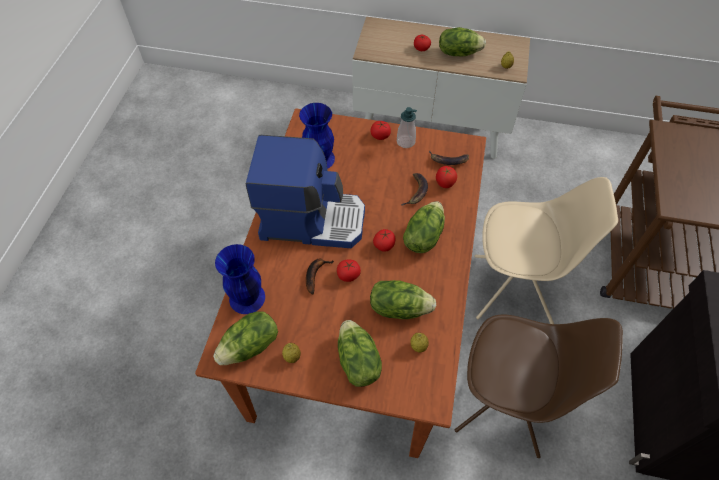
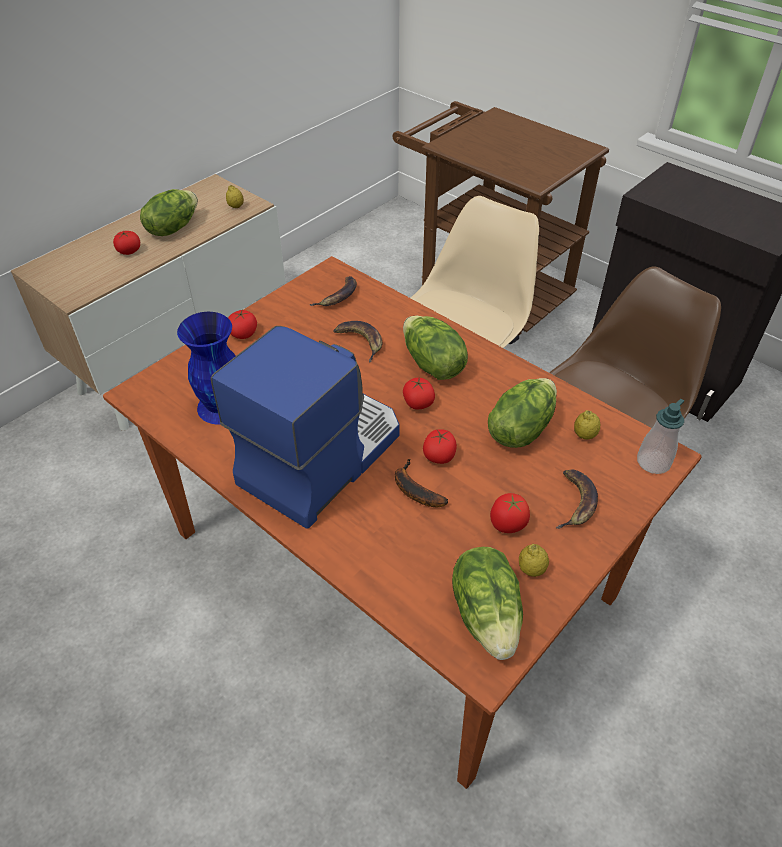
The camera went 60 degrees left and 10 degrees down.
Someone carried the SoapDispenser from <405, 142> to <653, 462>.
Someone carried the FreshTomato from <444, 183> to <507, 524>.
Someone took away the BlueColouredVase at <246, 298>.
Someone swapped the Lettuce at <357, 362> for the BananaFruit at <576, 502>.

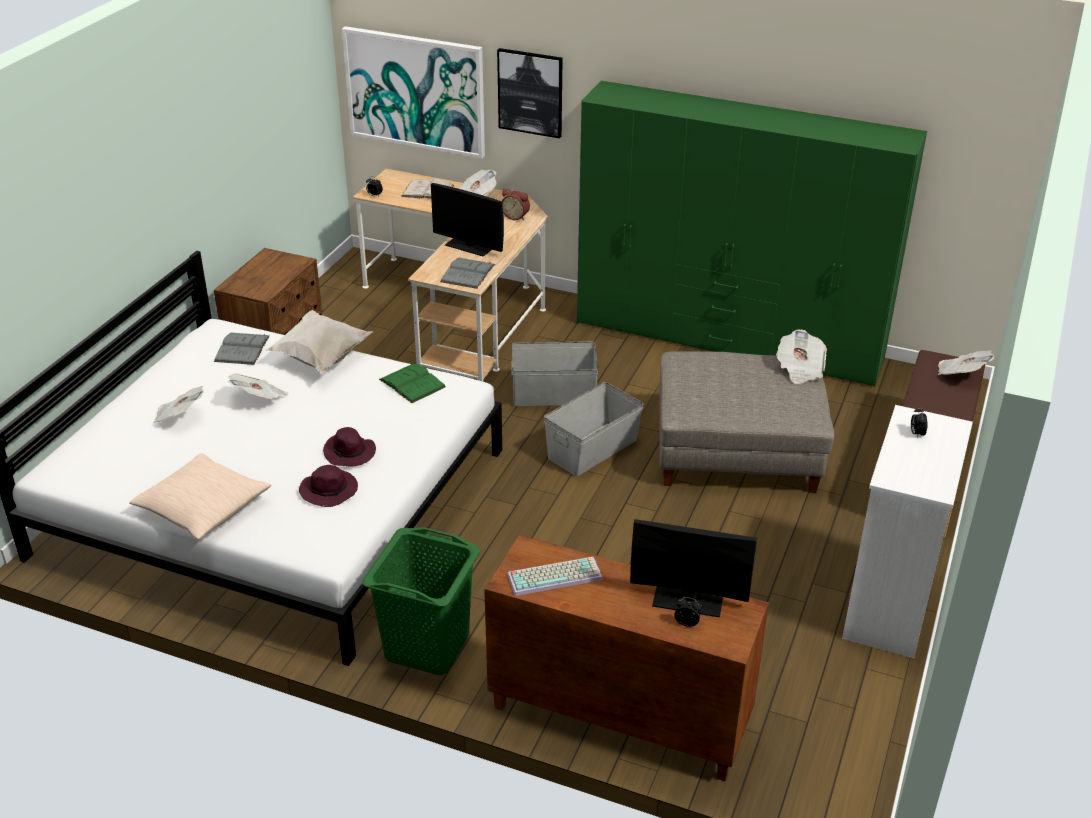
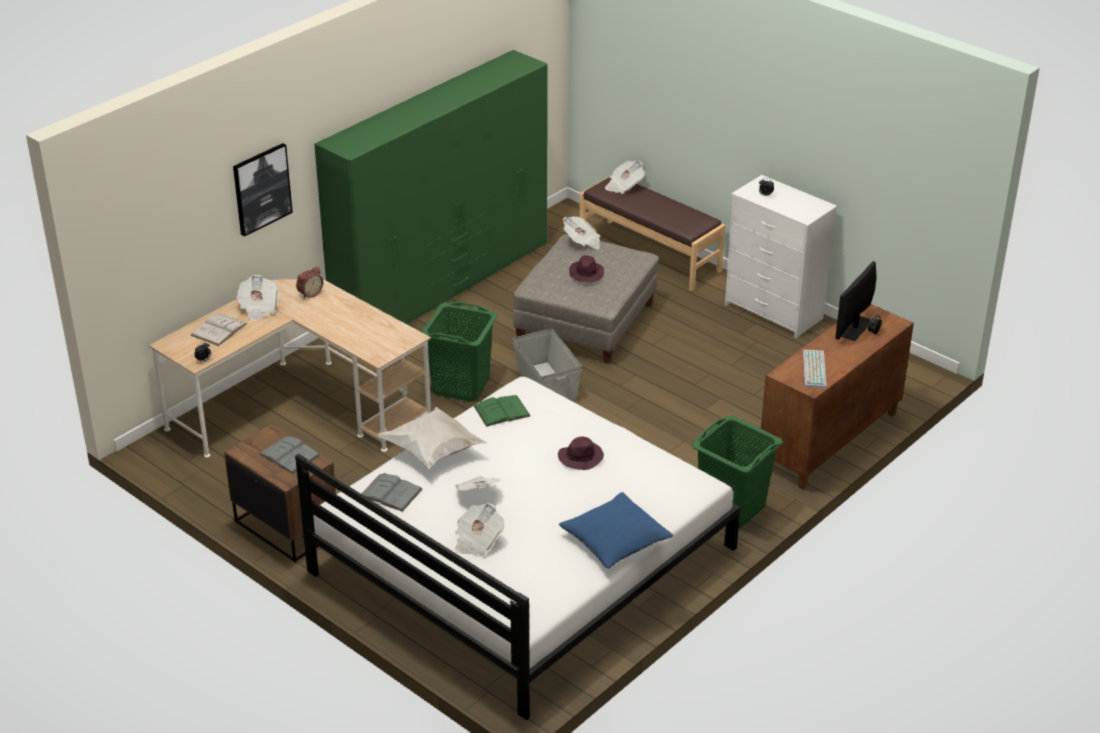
The camera went 70 degrees left and 0 degrees up.
Someone took away the WallArt at <415, 91>.
Someone took away the ComputerDisplay at <469, 246>.
Someone carried the GrayVolume from <467, 273> to <289, 455>.
Someone swapped the GrayStorageBin at <553, 394> for the GreenColouredWashingBasket at <460, 386>.
Someone repainted the SandColouredCushion at <203, 507>, which became the BlueColouredCushion at <615, 540>.
Someone carried the PurplishHat from <330, 490> to <586, 274>.

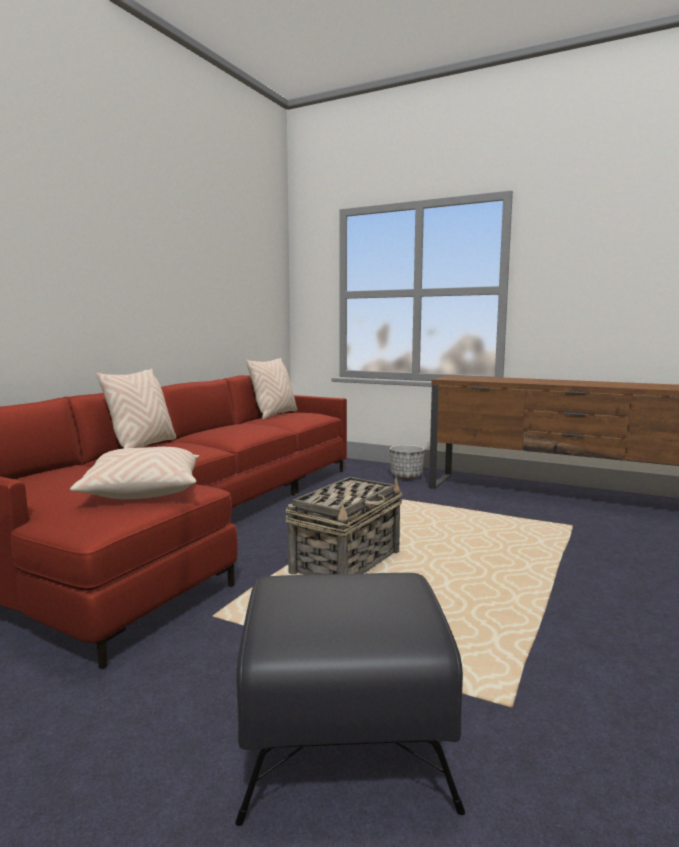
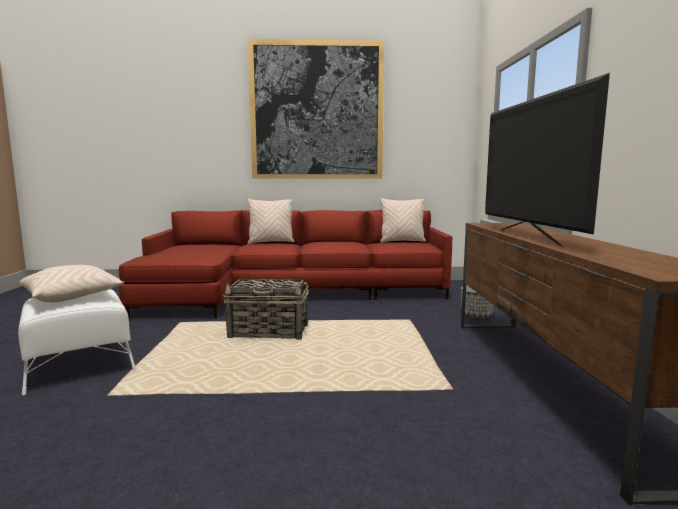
The camera went 60 degrees right and 0 degrees up.
Someone carried the SandColouredCushion from <143, 491> to <73, 297>.
Someone repainted the BlackishOttoman at <342, 736>, which became the WhiteColouredOttoman at <80, 364>.
Someone put up the WallArt at <317, 112>.
Someone put down the Tv at <528, 237>.

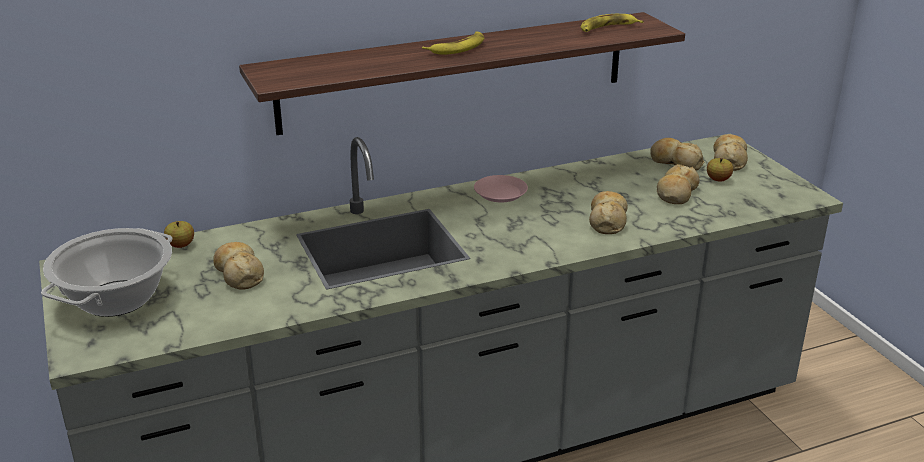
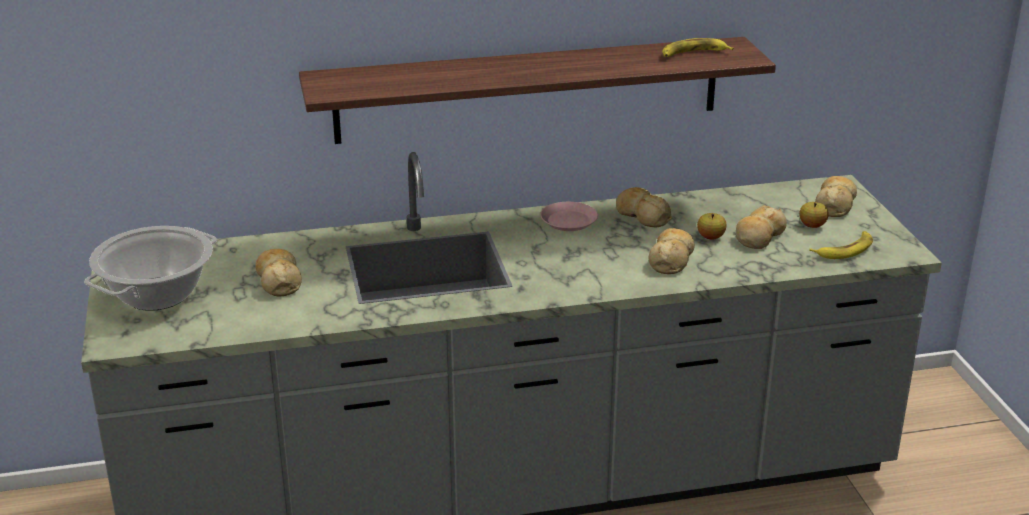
The camera went 10 degrees right and 0 degrees up.
Someone carried the BananaFruit from <458, 48> to <845, 250>.
Someone carried the BakedBread from <675, 162> to <642, 215>.
Someone carried the WholeApple from <181, 245> to <710, 237>.

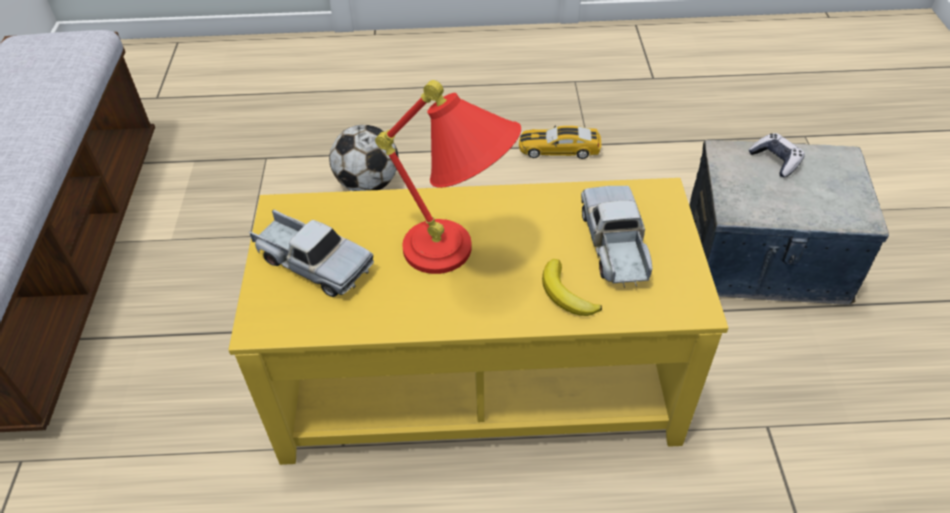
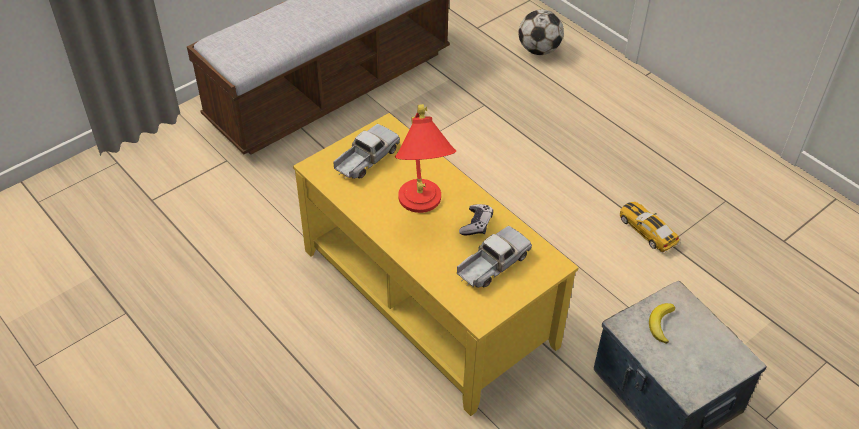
The camera went 50 degrees right and 0 degrees up.
Someone carried the BallForFootball from <368, 184> to <539, 50>.
Someone carried the GameController from <775, 160> to <476, 224>.
Someone rotated the ToyTruck at <313, 262> by 135 degrees counterclockwise.
Someone carried the BananaFruit from <566, 294> to <660, 324>.

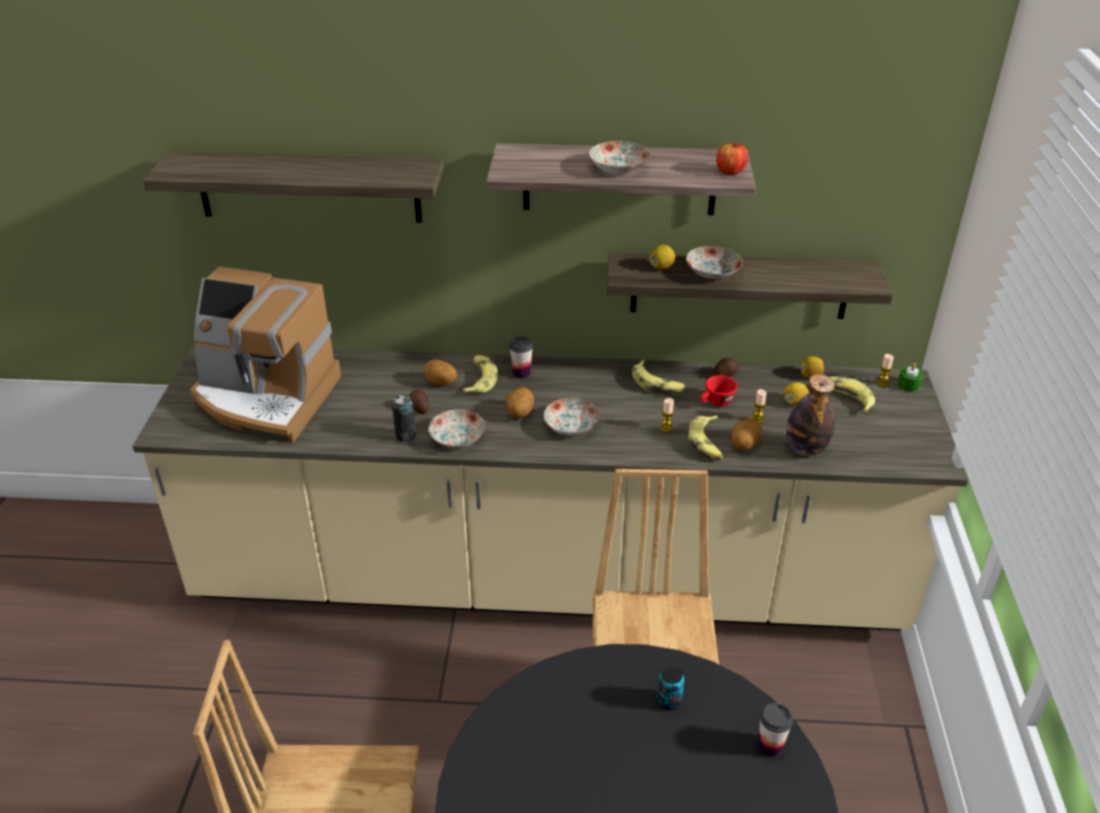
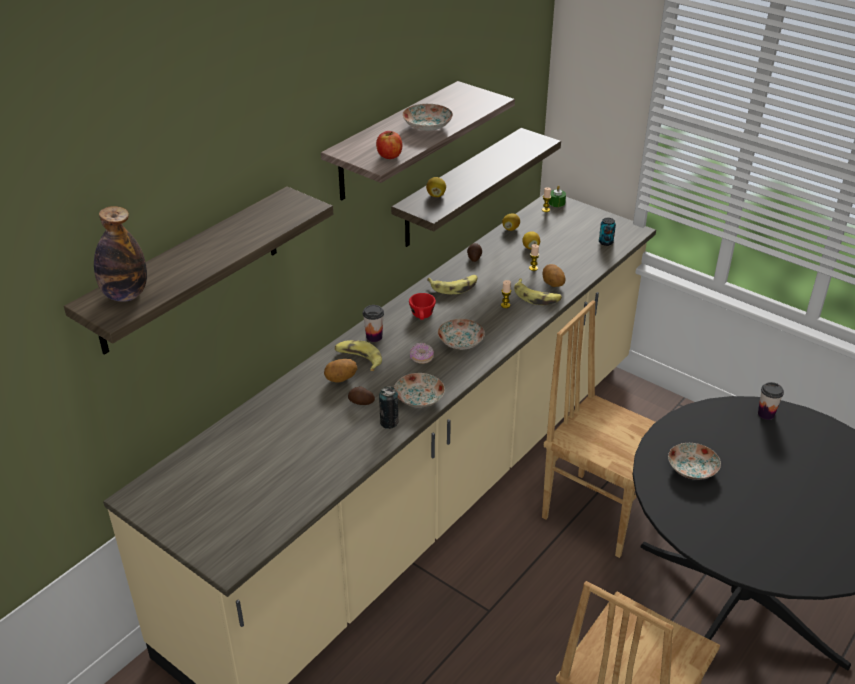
The camera went 55 degrees left and 0 degrees up.
Someone carried the WholeApple from <730, 171> to <389, 156>.
Someone carried the DinnerPlate from <712, 272> to <691, 469>.
Someone took away the CoffeeBrewer at <266, 398>.
Someone carried the DrinkBottle from <805, 448> to <125, 295>.
Someone carried the ReddishDrinkingCup from <716, 402> to <422, 316>.
Someone took away the BananaFruit at <845, 398>.
Someone swapped the WholePotato at <520, 413> for the Doughnut at <421, 358>.
Someone carried the Can from <669, 701> to <605, 242>.

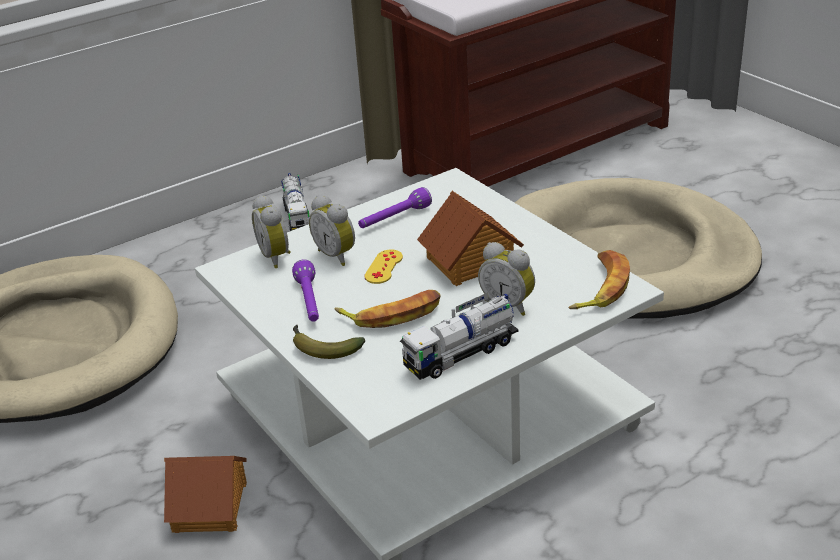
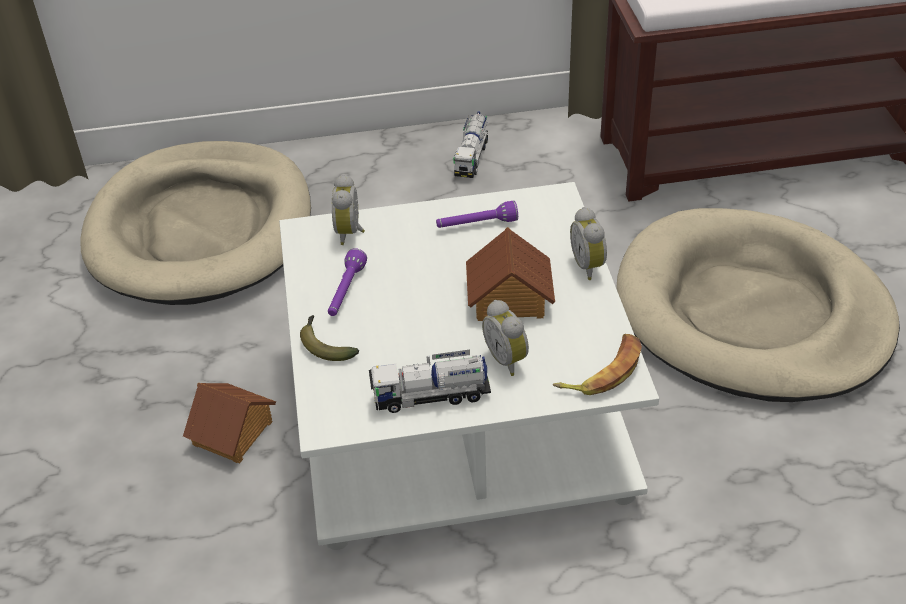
The camera went 25 degrees right and 10 degrees up.
Someone carried the AlarmClock from <337, 255> to <589, 266>.
Someone took away the YellowGameController at <384, 267>.
Someone took away the BananaFruit at <392, 314>.

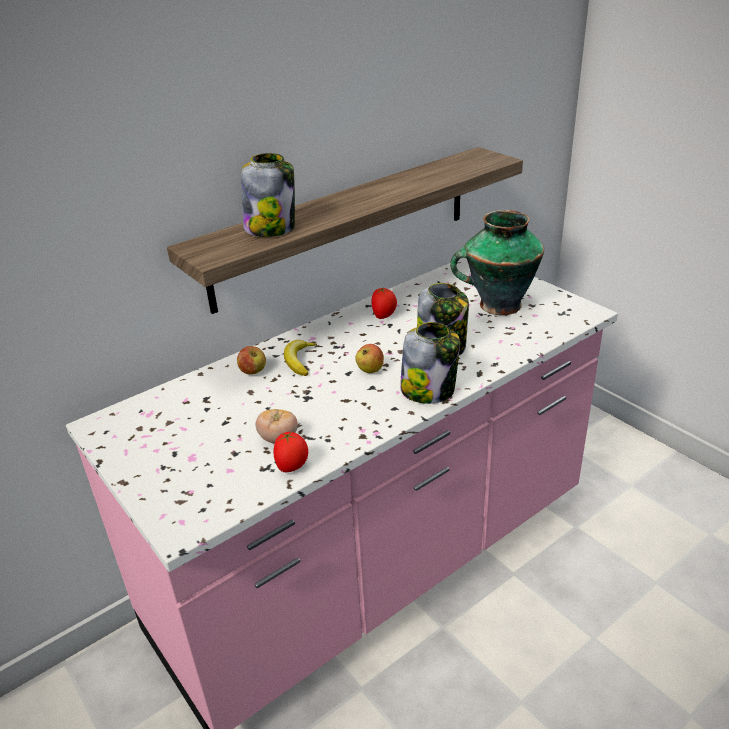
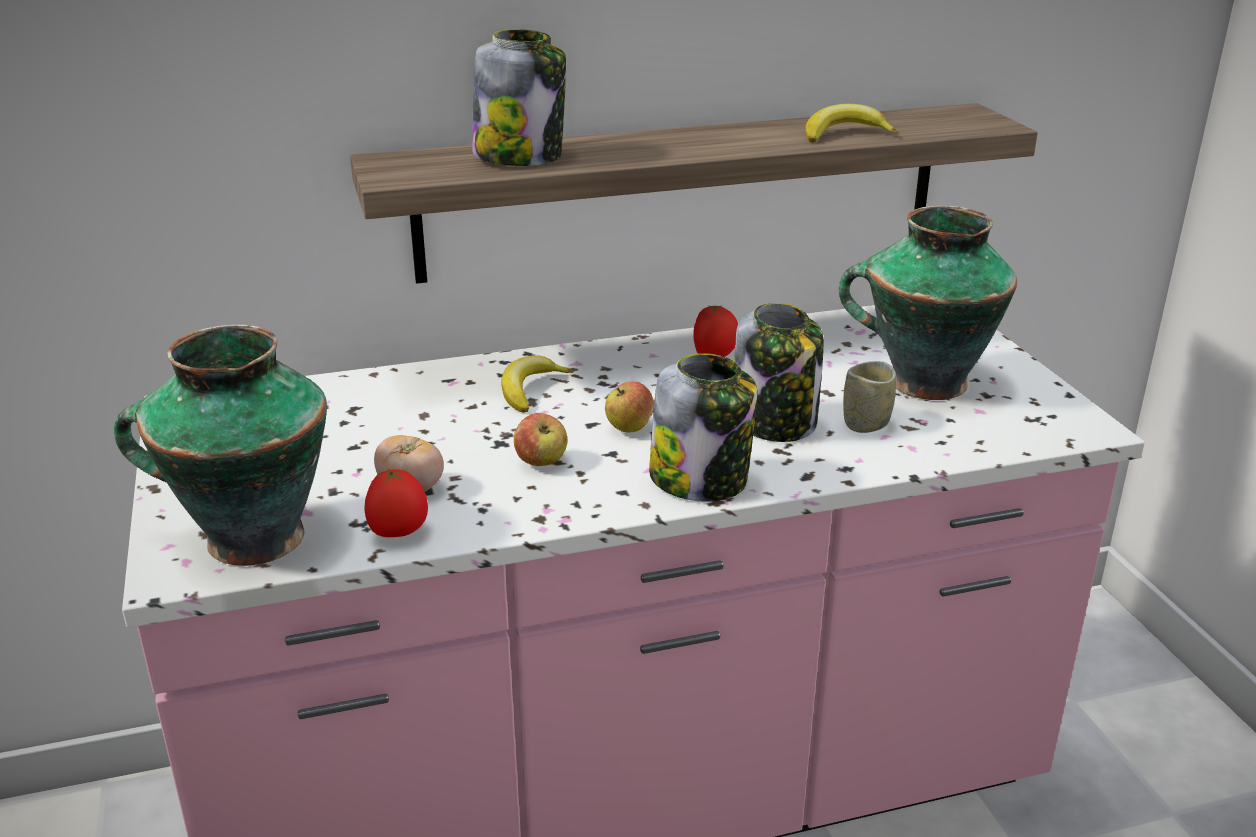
The camera went 20 degrees right and 5 degrees down.
Someone carried the WholeApple from <253, 371> to <541, 462>.
Someone put down the BananaFruit at <844, 134>.
Someone put down the Vase at <250, 539>.
Someone put down the DrinkingCup at <866, 424>.

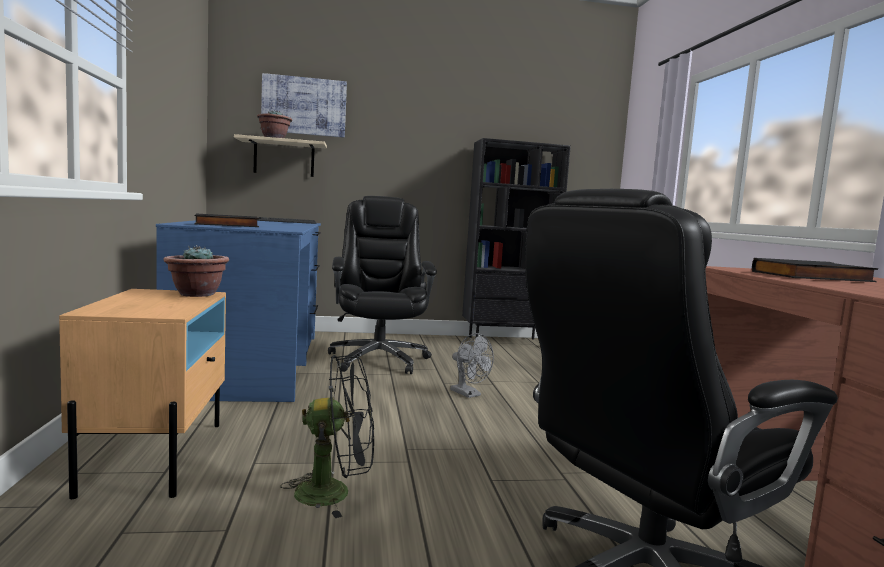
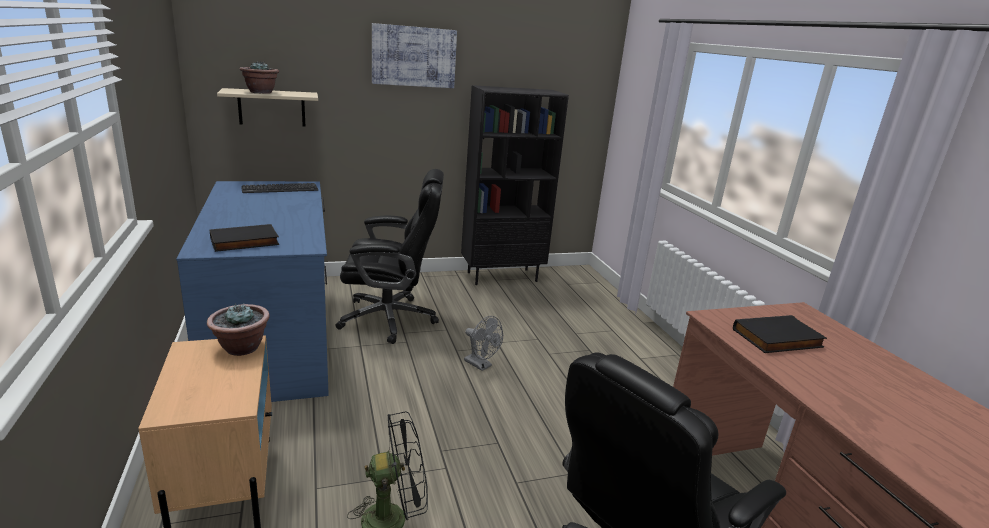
The camera went 10 degrees left and 15 degrees up.
Someone carried the WallArt from <304, 106> to <414, 56>.
Someone rotated the BlackishDeskChair at <378, 359> by 105 degrees clockwise.

